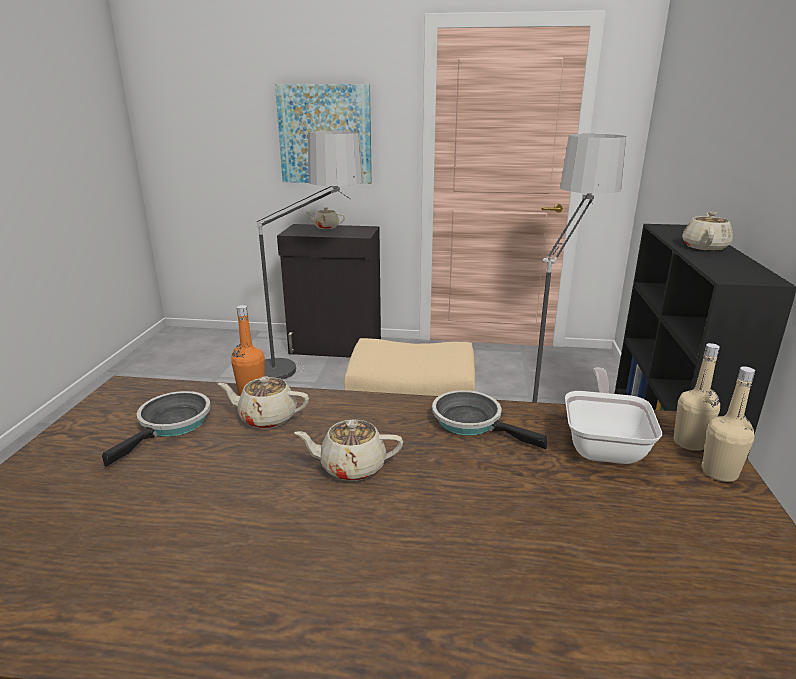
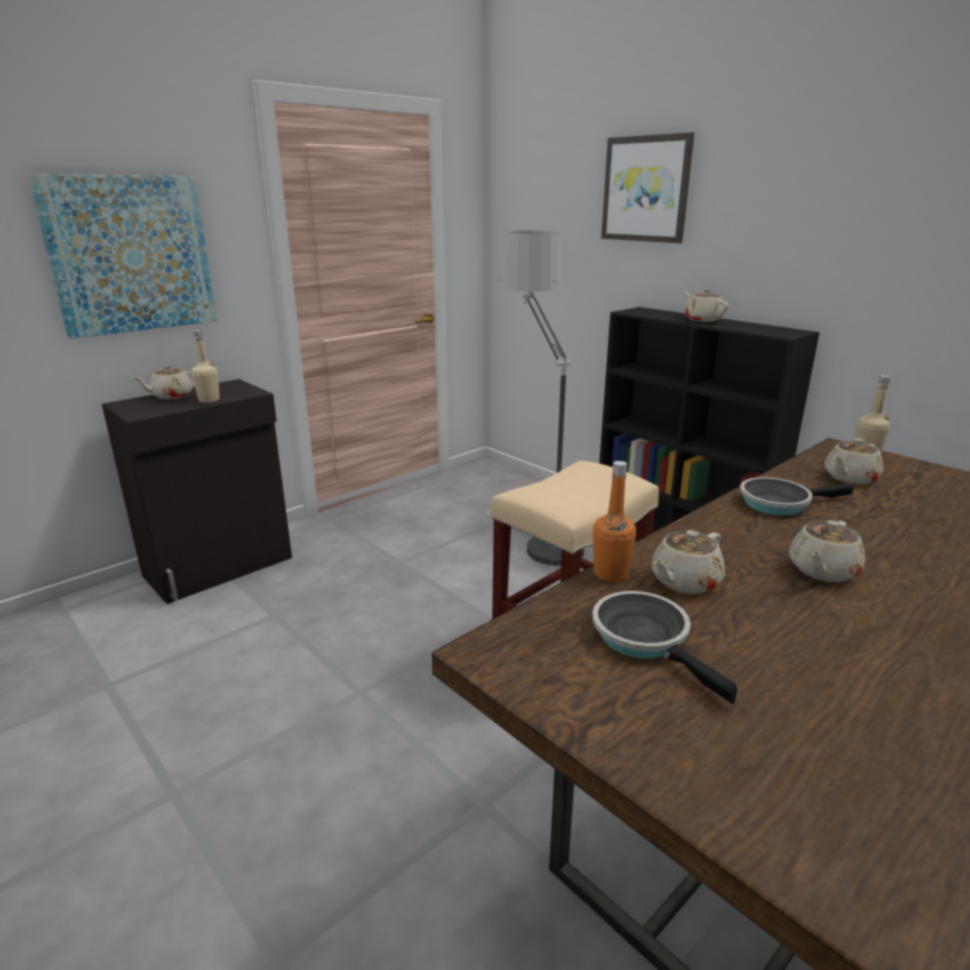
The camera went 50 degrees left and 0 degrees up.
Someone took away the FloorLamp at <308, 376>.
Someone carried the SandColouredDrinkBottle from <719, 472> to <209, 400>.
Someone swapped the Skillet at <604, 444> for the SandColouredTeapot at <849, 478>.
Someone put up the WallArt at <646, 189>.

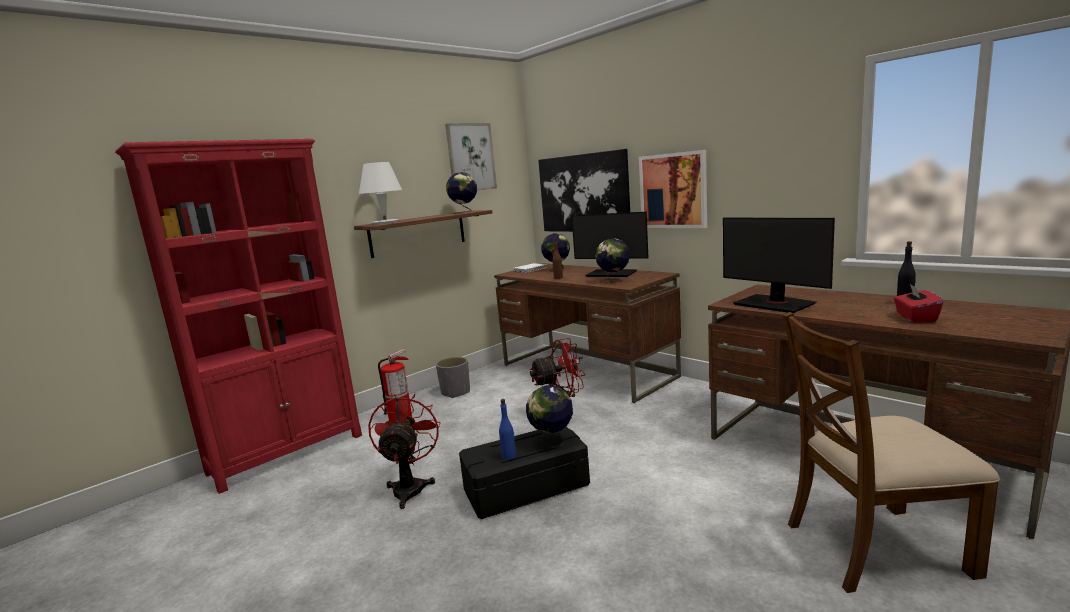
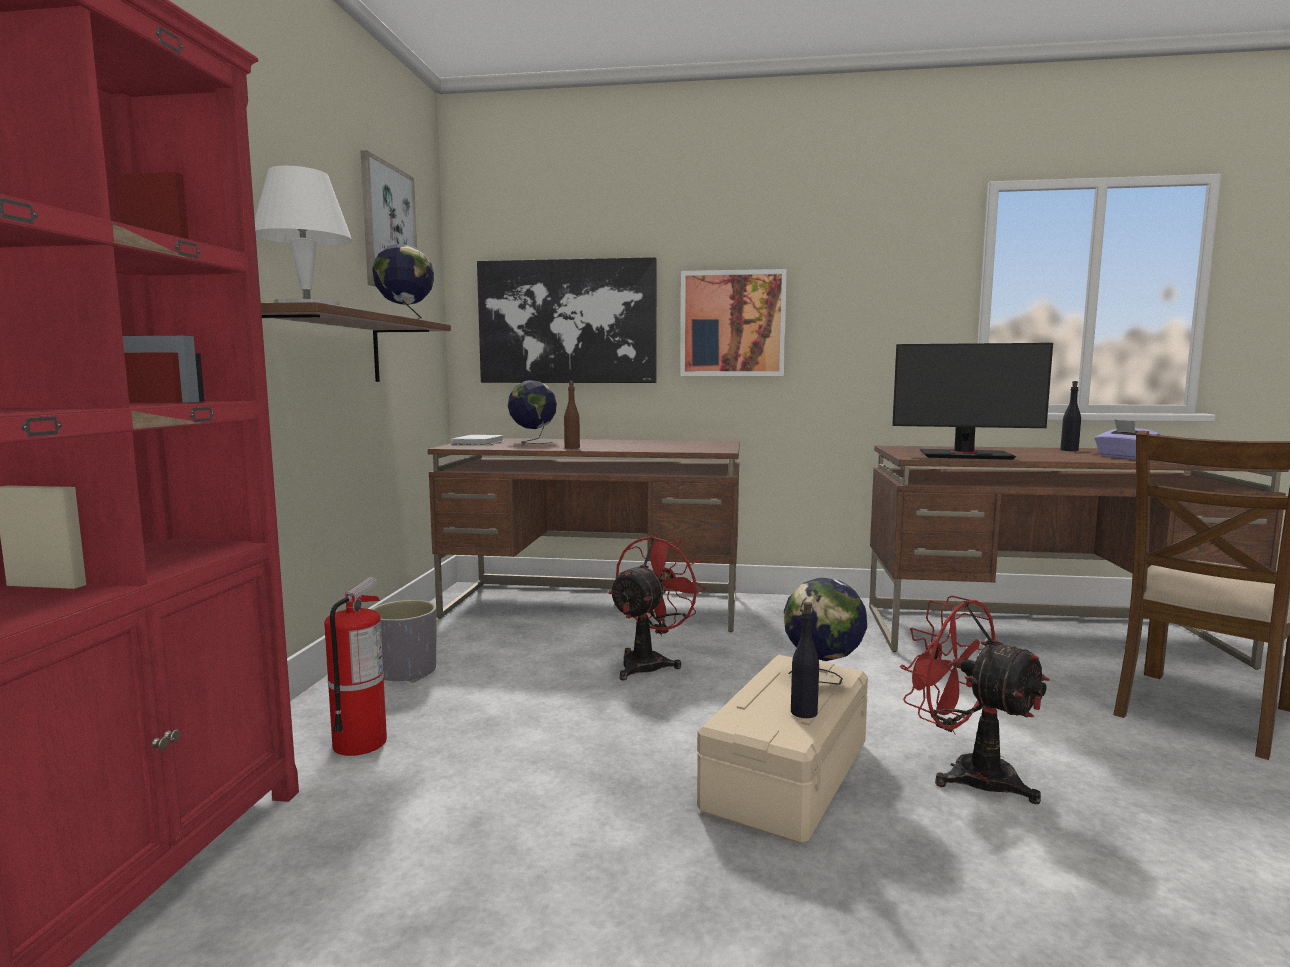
The camera went 40 degrees left and 5 degrees down.
Someone took away the ComputerDisplay at <612, 273>.
Someone took away the Globe at <614, 281>.
Someone repainted the ReddishTissueBox at <915, 318>, which became the PurplishTissueBox at <1124, 457>.
Someone carried the ReddishFan from <410, 487> to <967, 773>.
Someone repainted the BlueColouredDrinkBottle at <509, 456>, which became the BlackishDrinkBottle at <804, 712>.
Someone repainted the BlackishStorageBin at <526, 487>, which became the SandColouredStorageBin at <786, 774>.

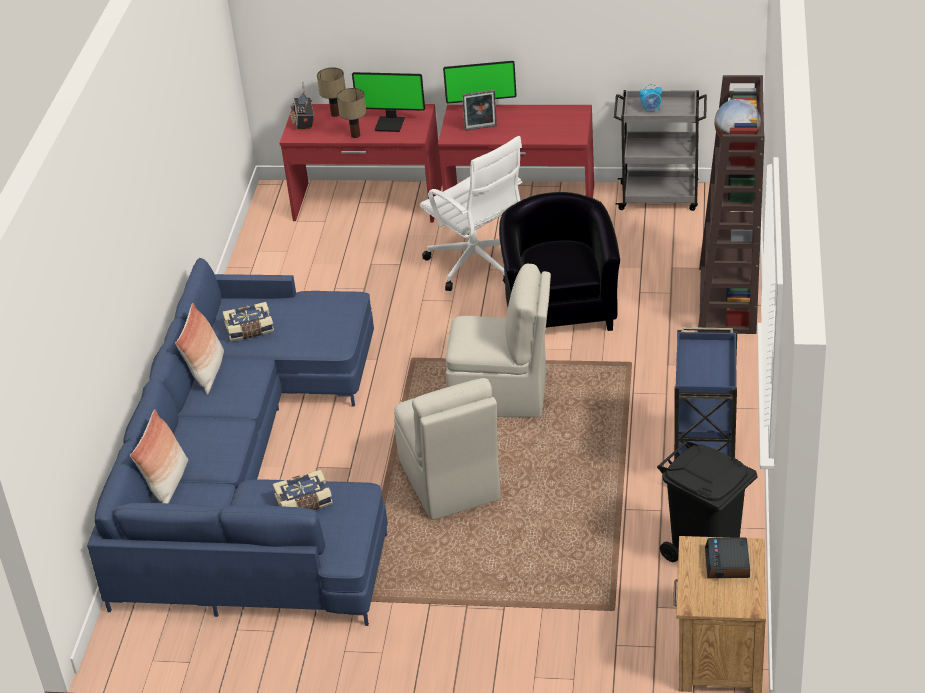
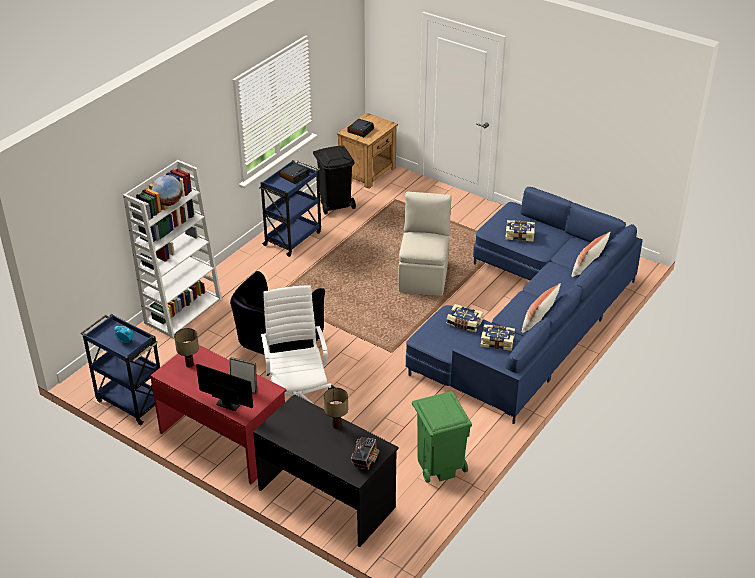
The camera went 155 degrees left and 0 degrees up.
Someone carried the TableLamp from <336, 114> to <189, 365>.
Someone took away the ComputerDisplay at <390, 124>.
Someone repainted the BrownishShelvingUnit at <728, 301>, which became the WhiteColouredShelvingUnit at <183, 310>.
Someone repainted the GrayWheeledCart at <660, 196>, which became the BlueColouredWheeledCart at <130, 401>.
Someone repainted the ReddishDesk at <368, 203>, which became the BlackishDesk at <327, 497>.
Someone took away the SandColouredChair at <502, 395>.
Someone put down the AlarmClock at <294, 176>.
Someone put down the Volume at <464, 323>.
Someone put down the GreenColouredRubbishBin at <439, 465>.

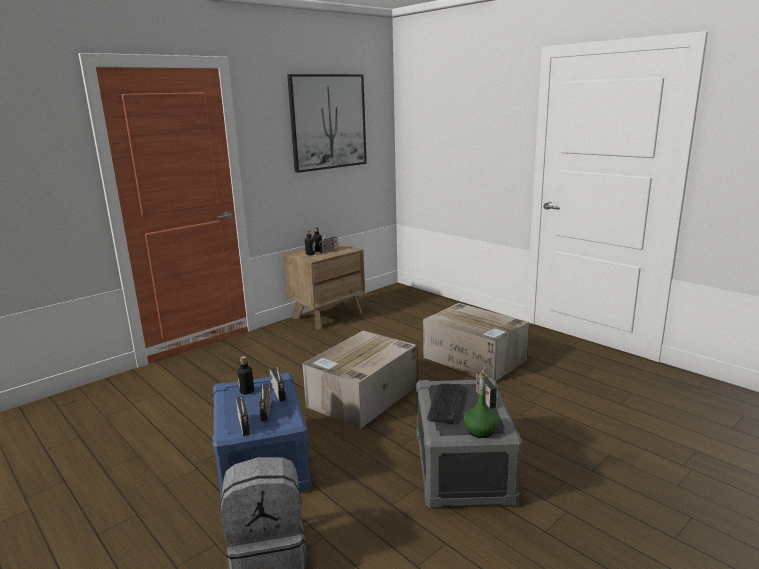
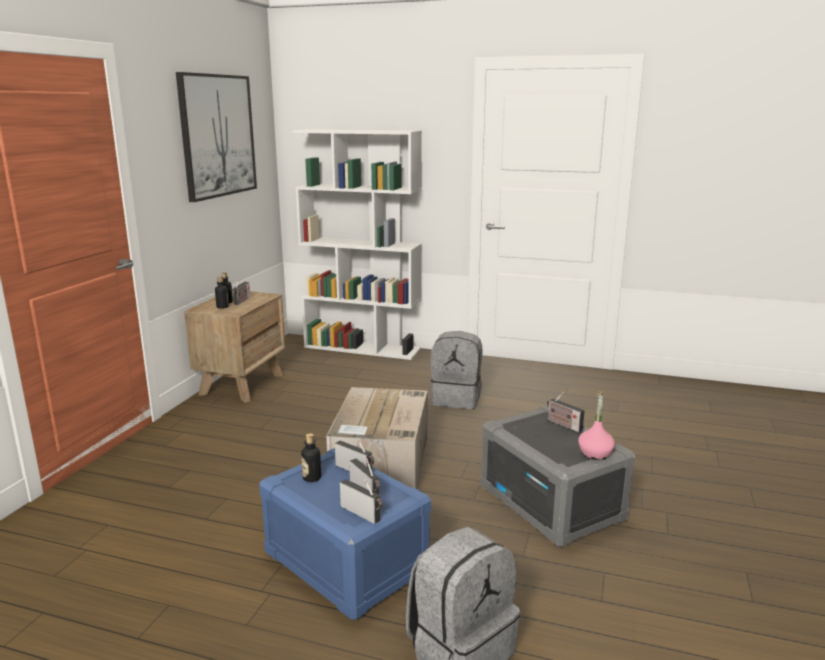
The camera went 30 degrees left and 0 degrees up.
Someone swapped the PackingBox at <475, 359> for the GrayRucksack at <456, 399>.
Someone repainted the GreenColouredDrinkBottle at <480, 431>, which became the PinkColouredDrinkBottle at <595, 453>.
Someone took away the ComputerKeyboard at <445, 403>.
Someone put down the WhiteColouredShelvingUnit at <363, 348>.

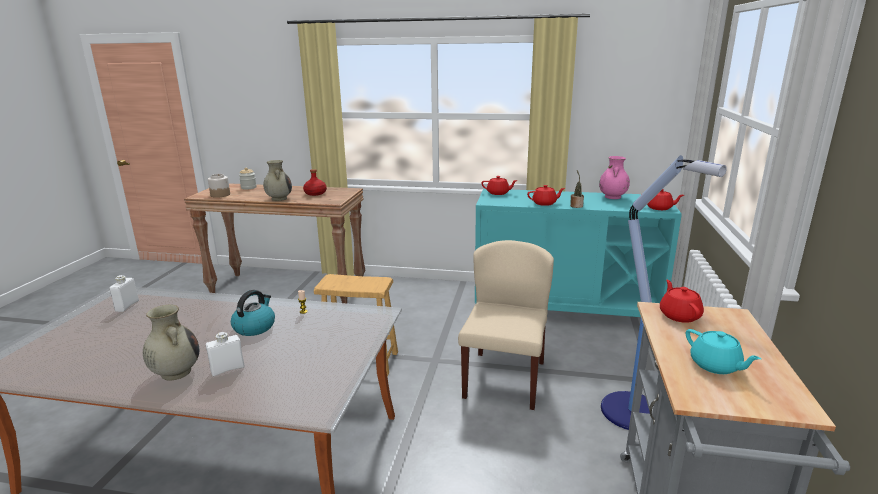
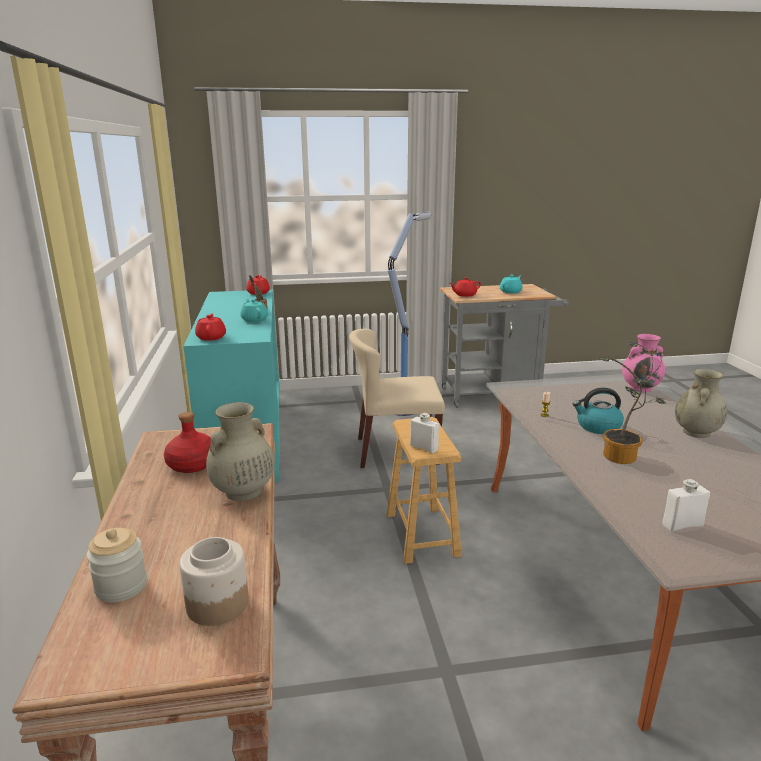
The camera went 110 degrees left and 0 degrees up.
Someone carried the PinkColouredVase from <612, 197> to <640, 388>.
Someone repainted the ReddishTeapot at <545, 203>, which became the TurquoiseTeapot at <254, 320>.
Someone carried the WhiteColouredDrinkBottle from <227, 369> to <424, 448>.
Someone put down the PottedPlant at <622, 459>.

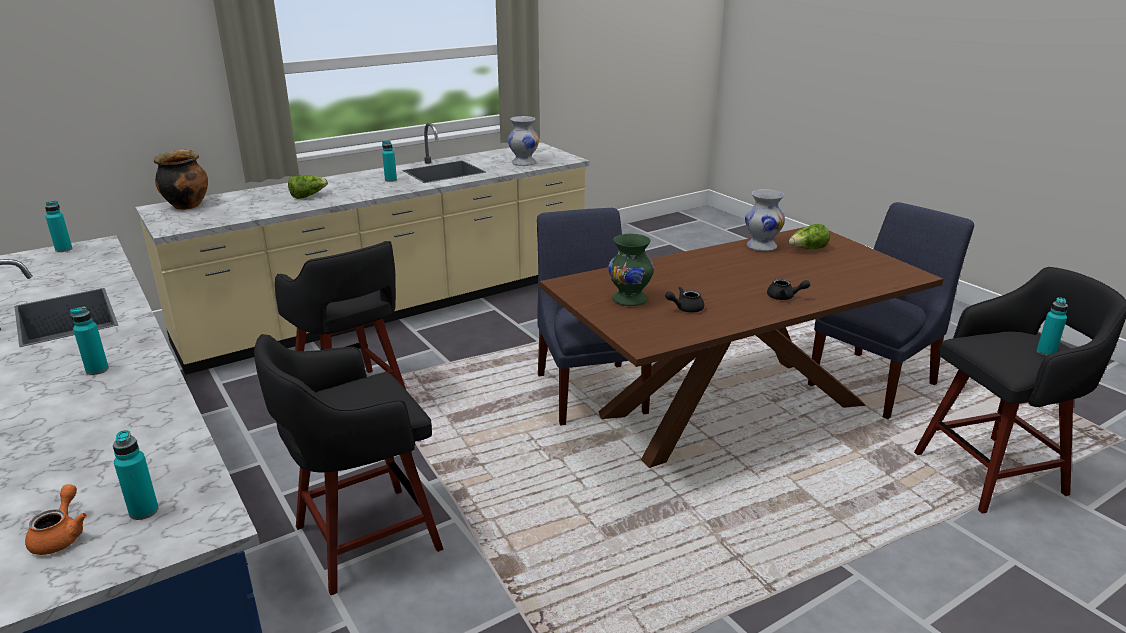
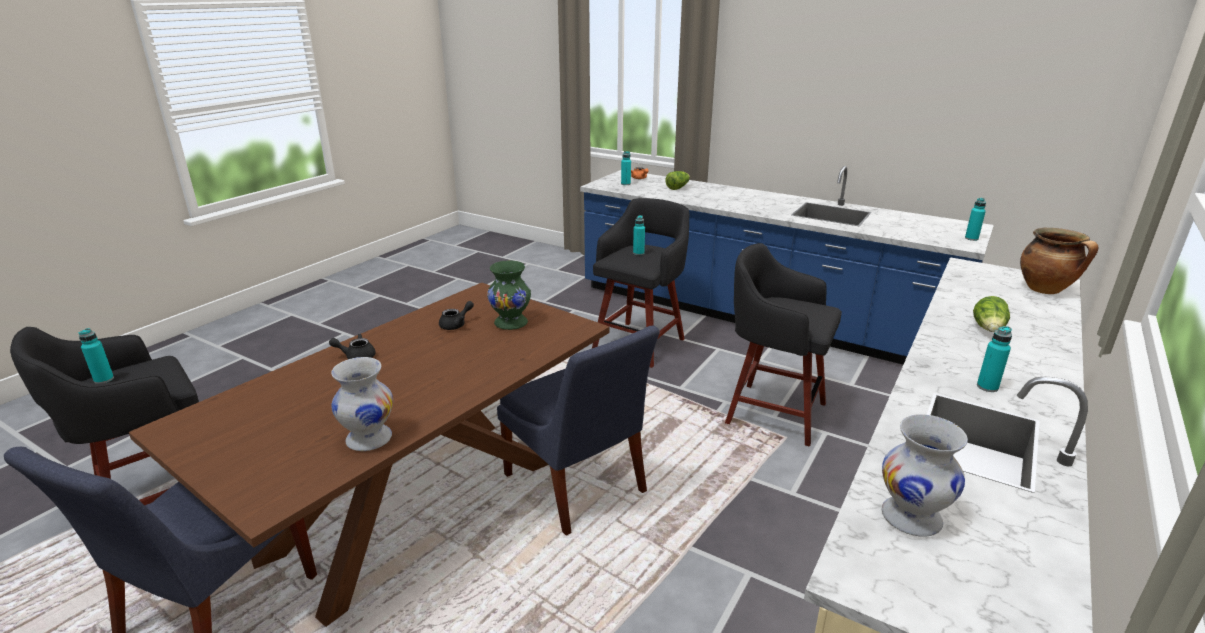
The camera went 155 degrees right and 0 degrees up.
Someone carried the Lettuce from <808, 249> to <677, 187>.
Someone carried the TurquoiseDrinkBottle from <97, 370> to <638, 253>.

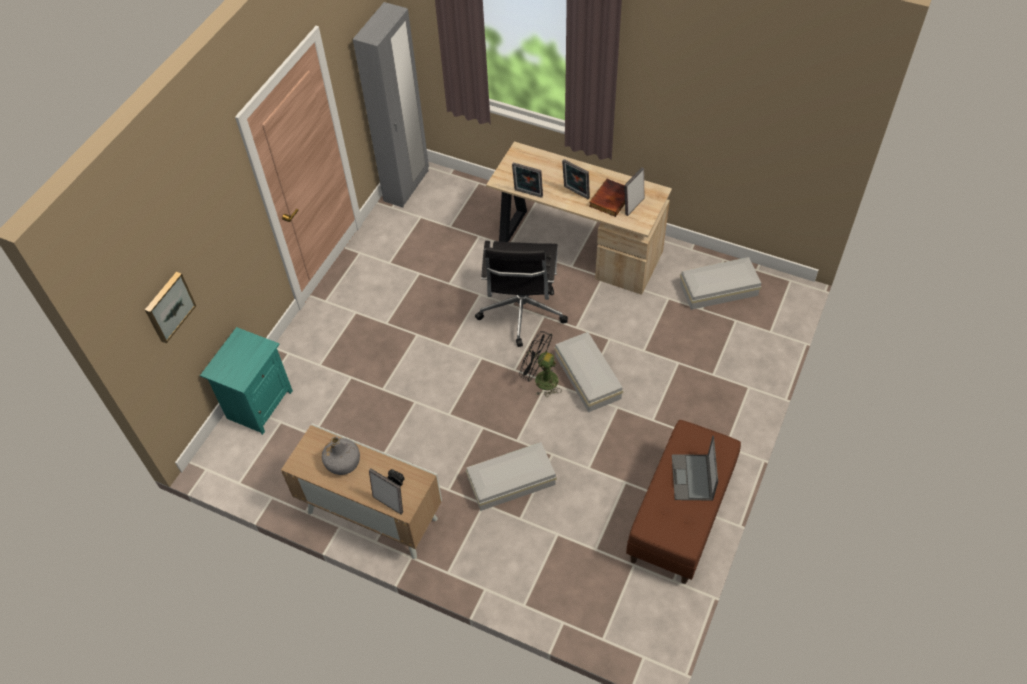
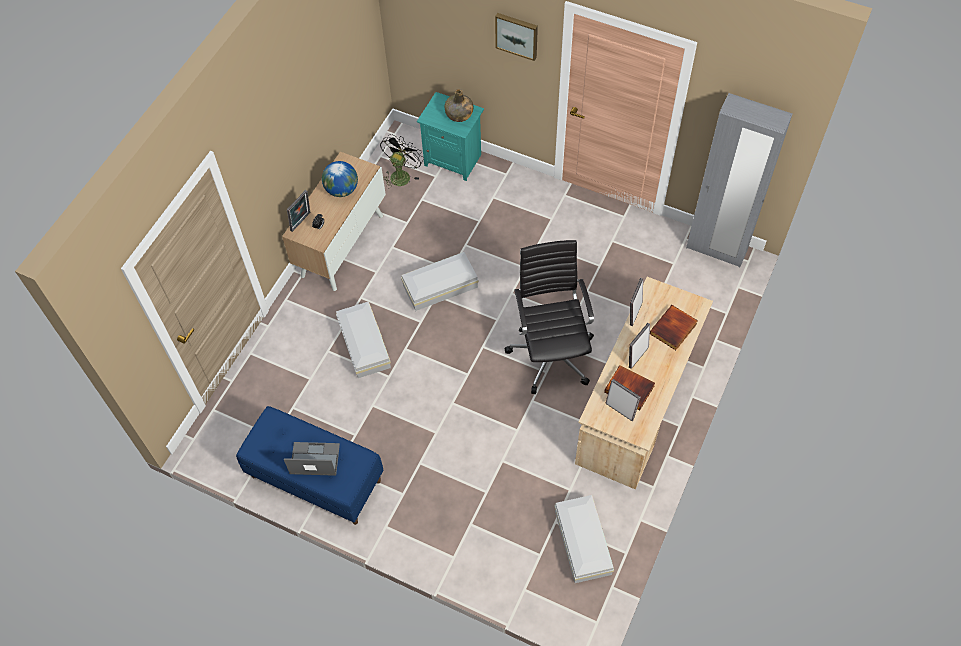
The camera went 90 degrees right and 5 degrees up.
Someone rotated the BlackishDeskChair at <521, 312> by 75 degrees clockwise.
Someone carried the WallArt from <168, 306> to <517, 35>.
Someone carried the BlackishFan from <541, 379> to <401, 174>.
Someone carried the WhiteColouredStorageBin from <588, 376> to <441, 286>.
Someone repainted the BrownishIndoorBench at <680, 517>, which became the BlueColouredIndoorBench at <315, 478>.
Someone swapped the GrayDrinkBottle at <343, 462> for the Globe at <342, 190>.
Someone put down the GreenColouredDrinkBottle at <459, 114>.
Someone put down the Volume at <673, 329>.

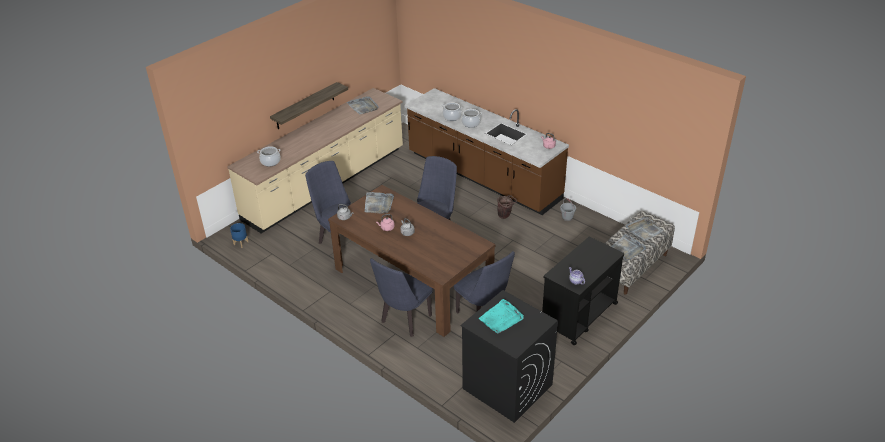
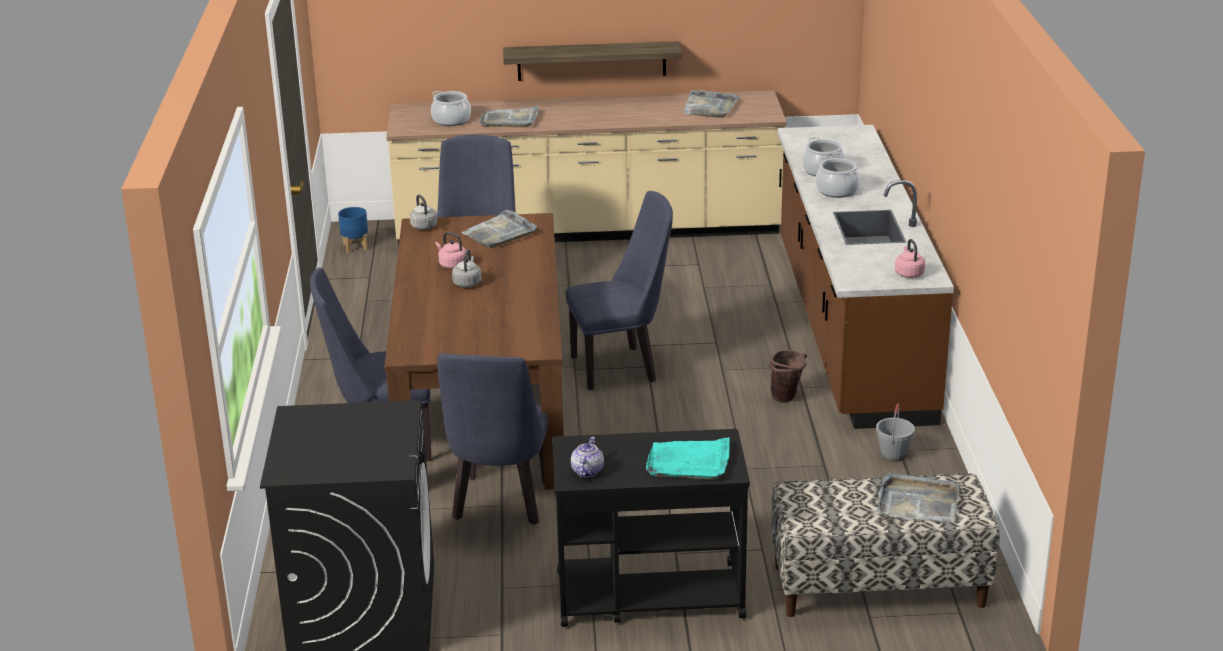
The camera went 45 degrees right and 10 degrees down.
Someone carried the GrayTray from <626, 249> to <510, 120>.
Someone carried the TurquoiseTray from <501, 318> to <689, 462>.

